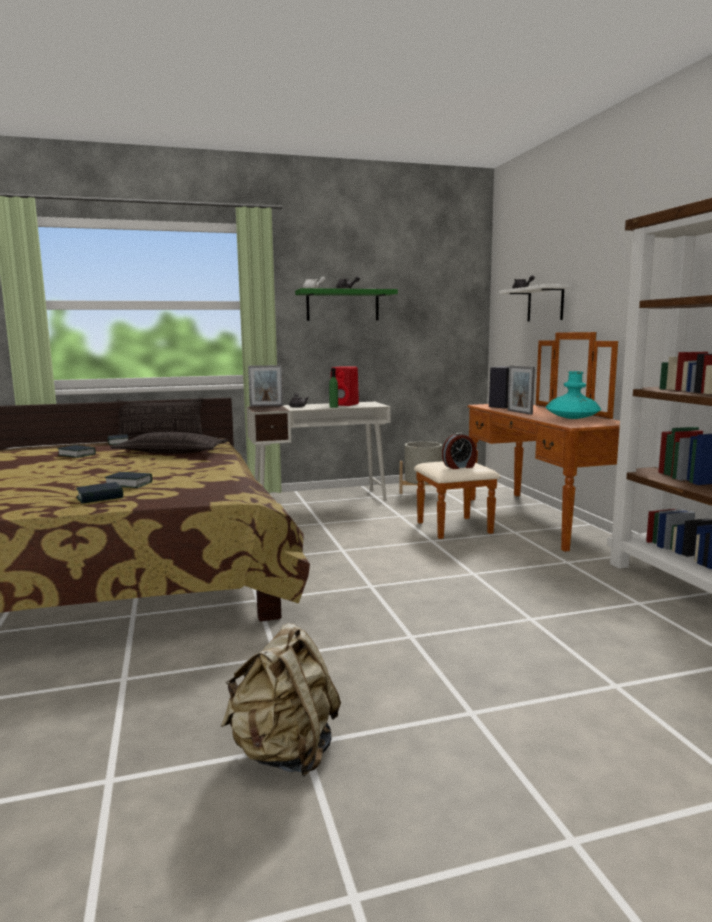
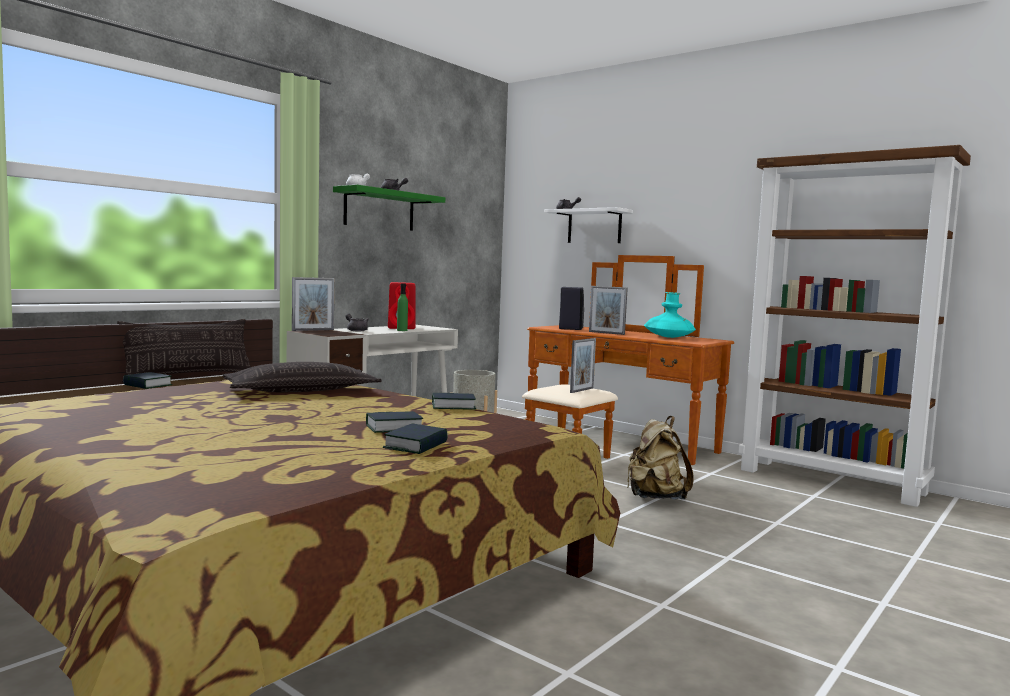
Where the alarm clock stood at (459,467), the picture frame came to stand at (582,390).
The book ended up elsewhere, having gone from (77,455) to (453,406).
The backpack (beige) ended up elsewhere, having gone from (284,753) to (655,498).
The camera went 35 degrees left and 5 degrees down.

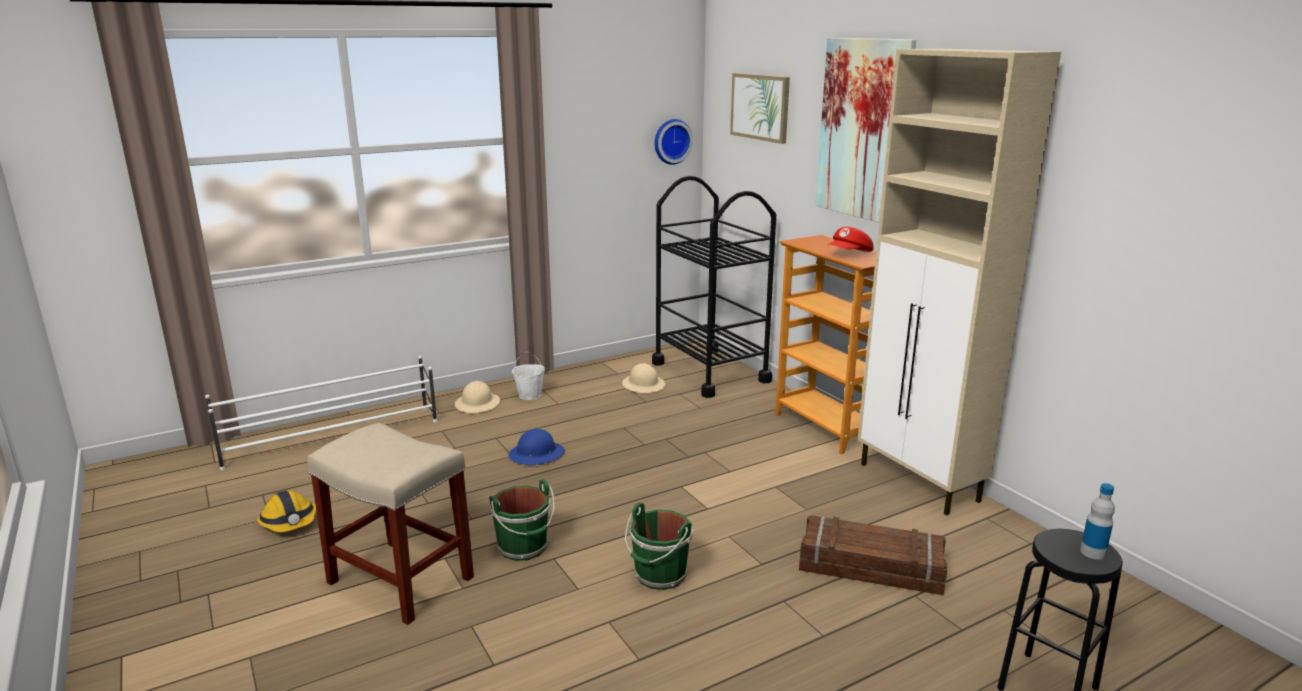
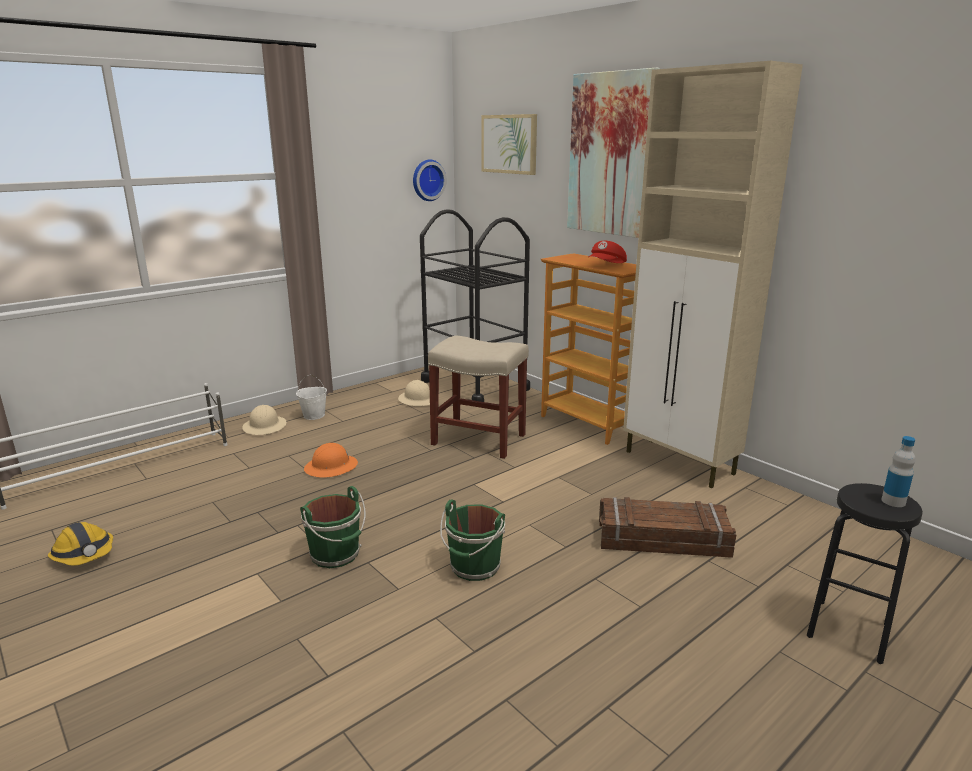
The stool (beige) ended up elsewhere, having gone from (402,580) to (480,439).
What was the hard hat (blue) at (536,455) turned into the hard hat (orange) at (331,467).
The camera went 10 degrees left and 0 degrees up.

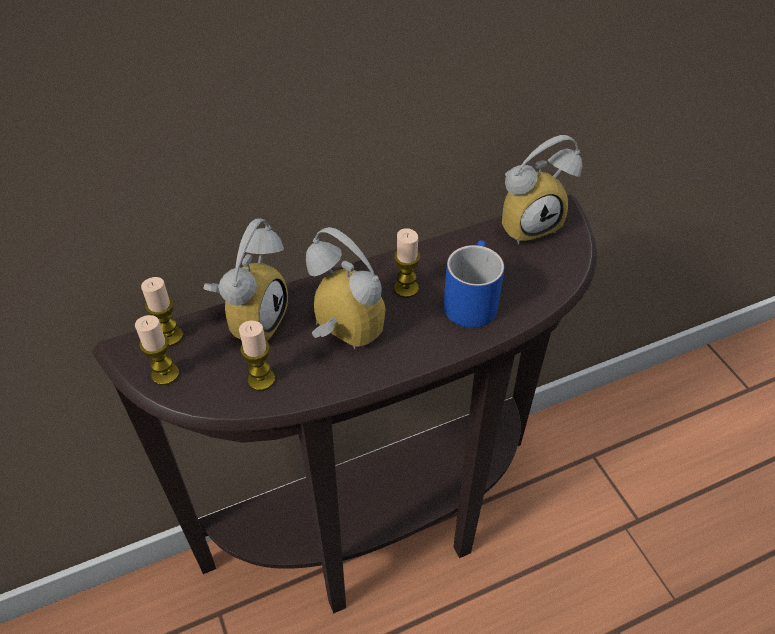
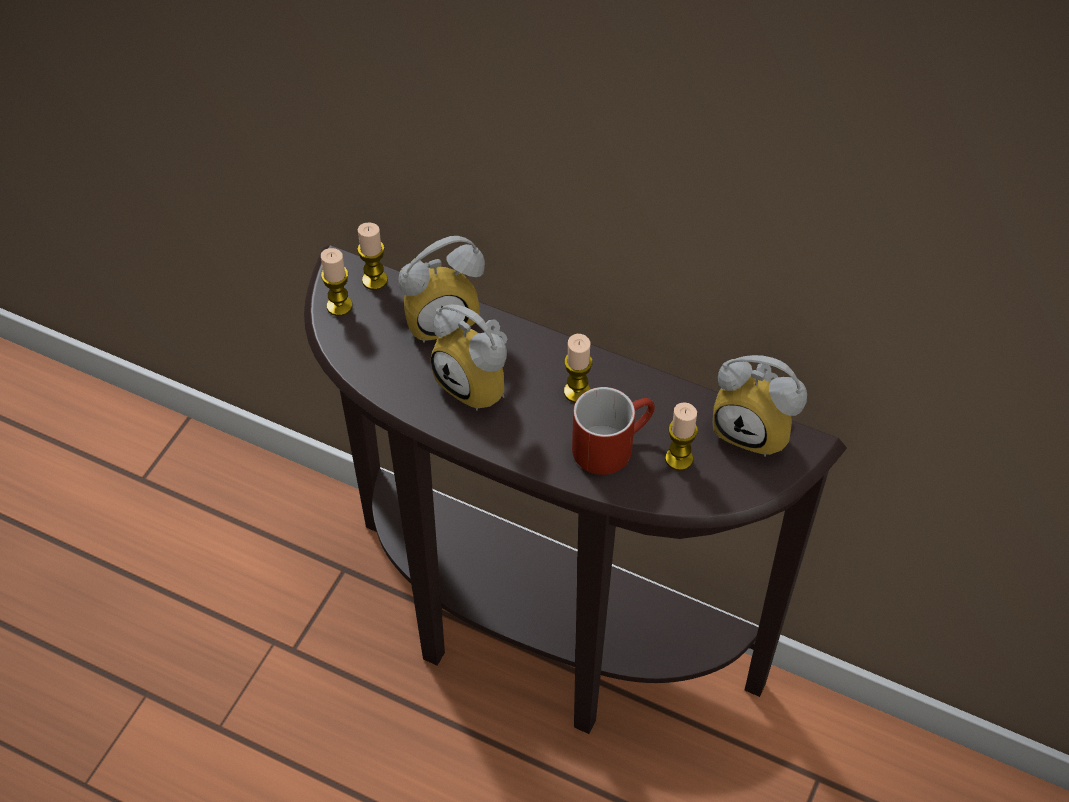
The alarm clock at (339,335) ended up facing another way, 135 degrees clockwise from before.
What was the mug (blue) at (470,299) turned into the mug (red) at (612,444).
The candle ended up elsewhere, having gone from (261,379) to (679,459).
The camera went 50 degrees right and 5 degrees up.

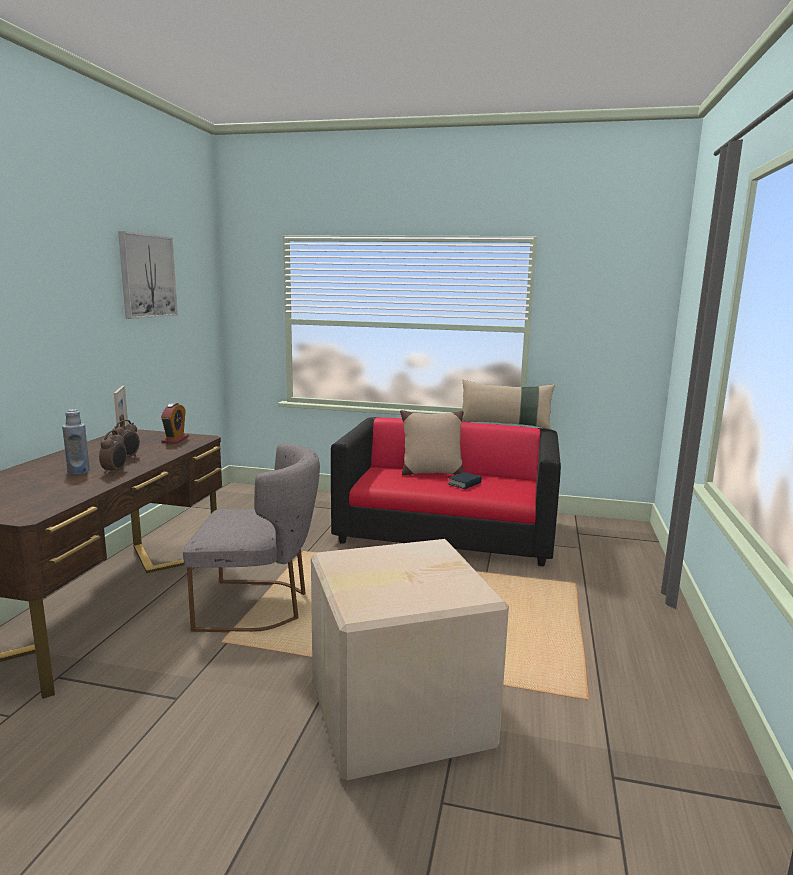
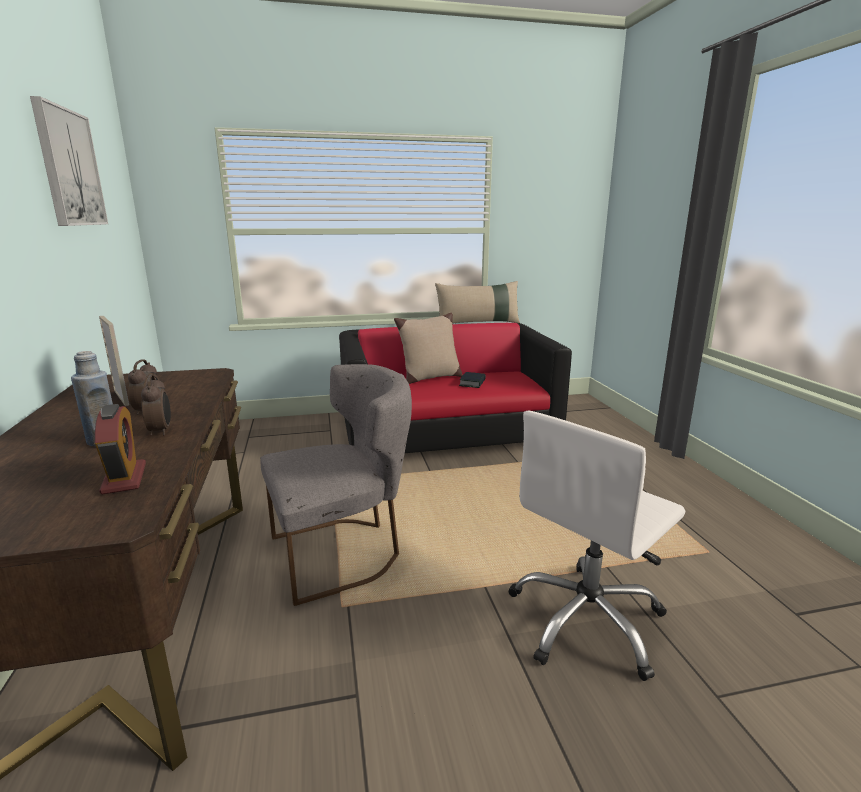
The alarm clock ended up elsewhere, having gone from (175,440) to (124,478).
Where the cardboard box stood at (396,712), the office chair (white) came to stand at (586,620).
The camera went 25 degrees left and 5 degrees up.

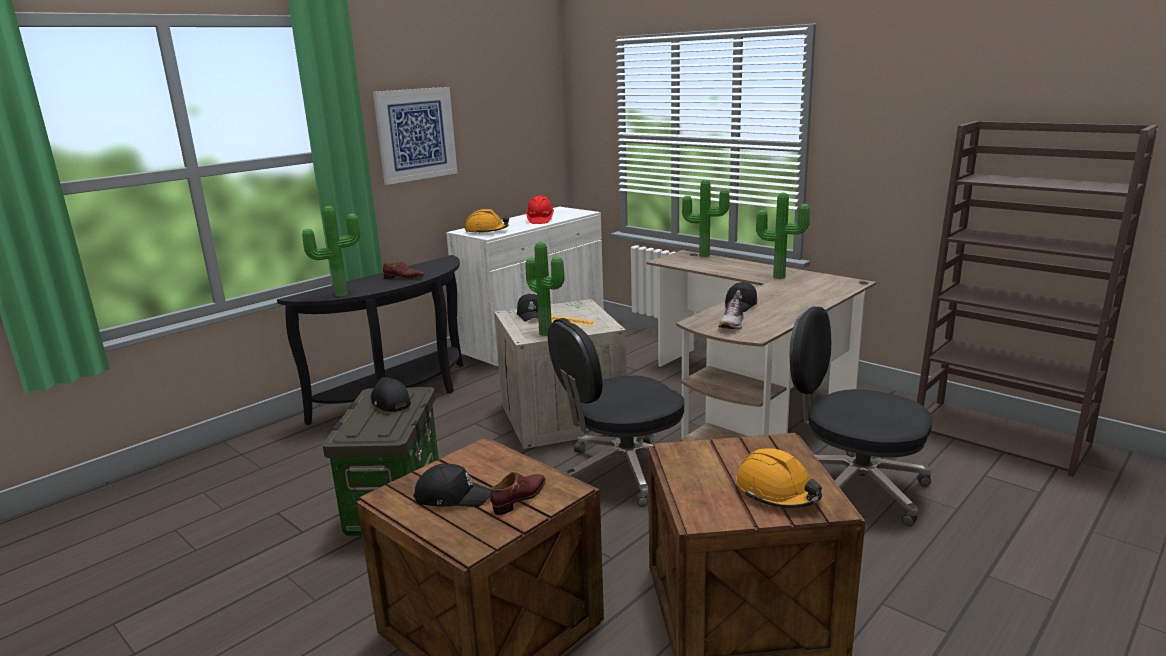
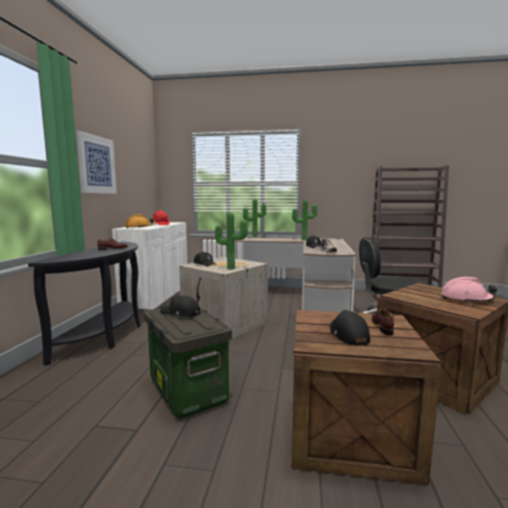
The second view lost the potted plant at (340,294).
The second view lost the office chair (black) at (622,471).
What was the hard hat (orange) at (777,492) turned into the hard hat (pink) at (466,299).
The cap (black) at (452,496) ended up facing another way, 75 degrees counterclockwise from before.
The camera went 35 degrees left and 10 degrees down.

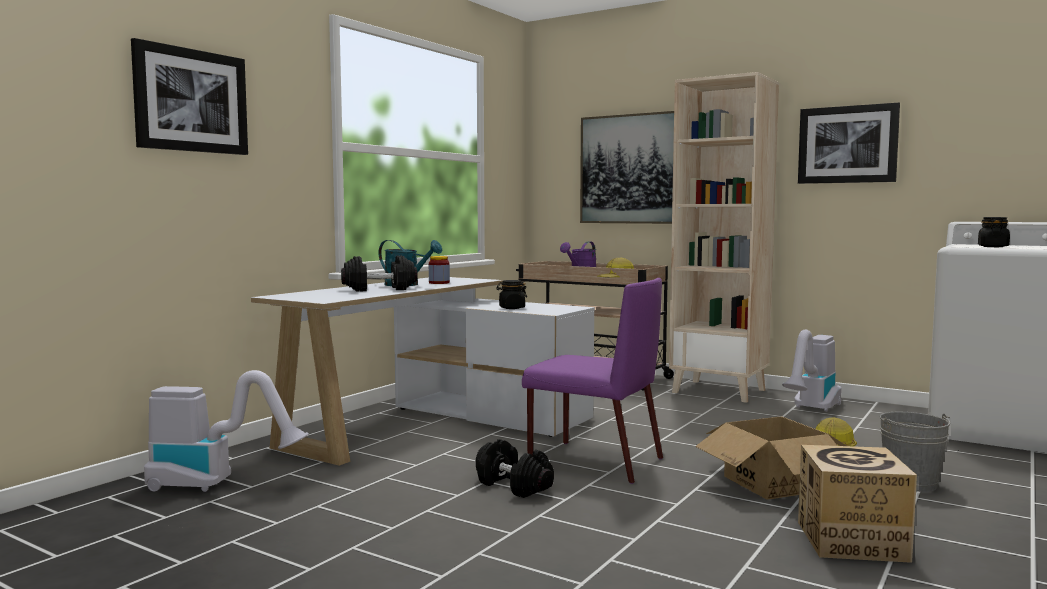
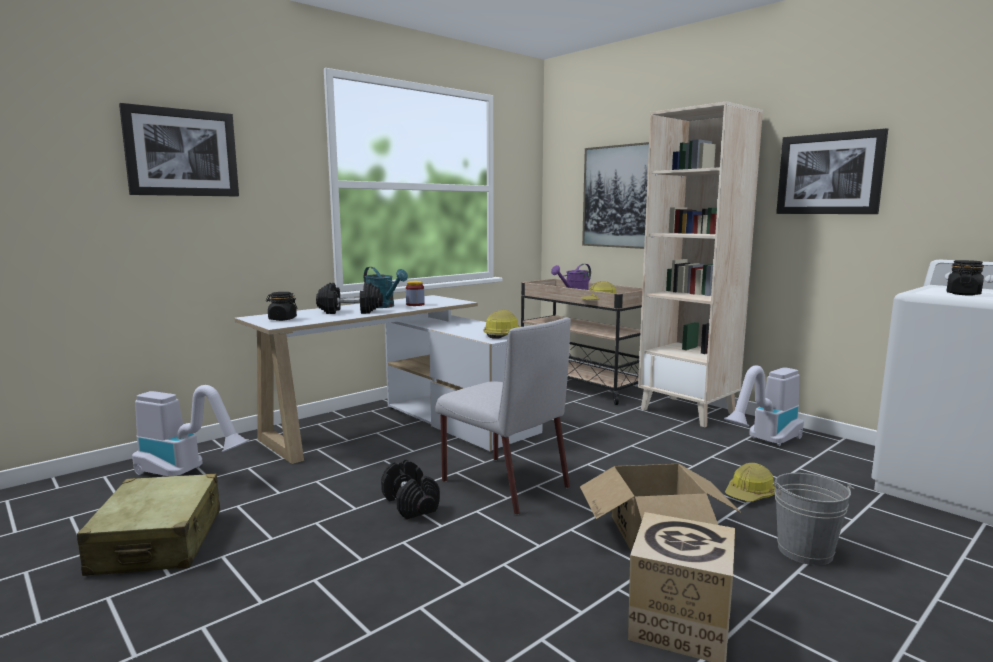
What was the chair (purple) at (593,461) turned into the chair (grey) at (503,483).
The jar (black) ended up elsewhere, having gone from (511,308) to (282,319).
The second view gained the hard hat at (504,335).
The second view gained the suitcase (beige) at (158,542).
The camera went 15 degrees right and 5 degrees up.

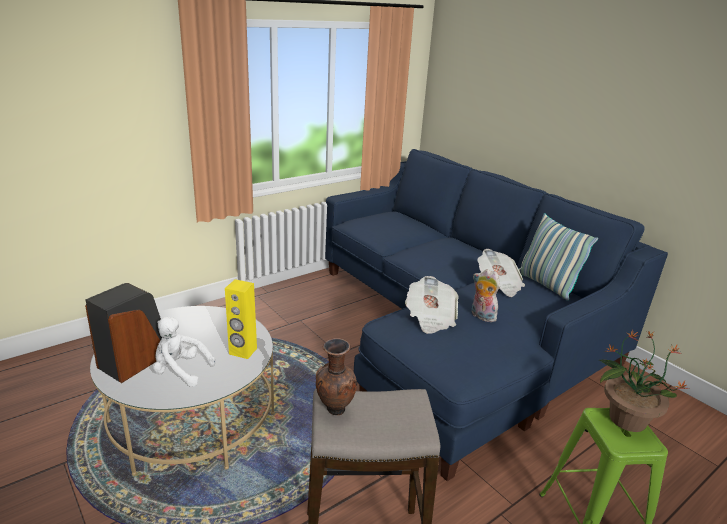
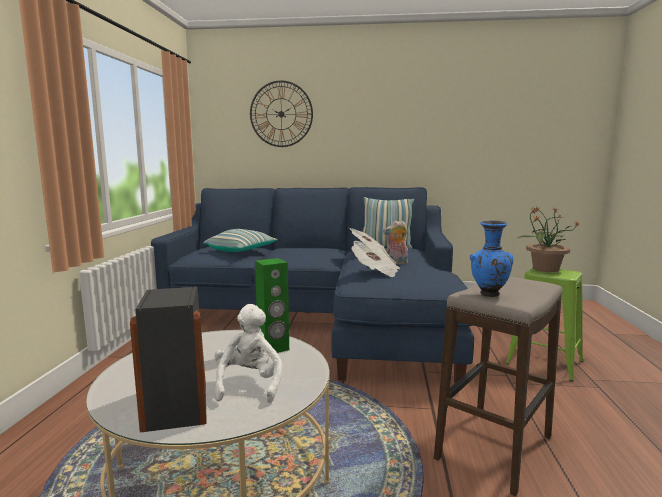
What was the speaker (yellow) at (242,351) turned into the speaker (green) at (273,348).
The plush toy (white) at (180,371) ended up facing another way, 120 degrees clockwise from before.
What was the vase (brown) at (334,409) turned into the vase (blue) at (488,295).
The second view gained the wall clock at (281,114).
The second view gained the pillow at (241,251).
The camera went 45 degrees left and 15 degrees down.

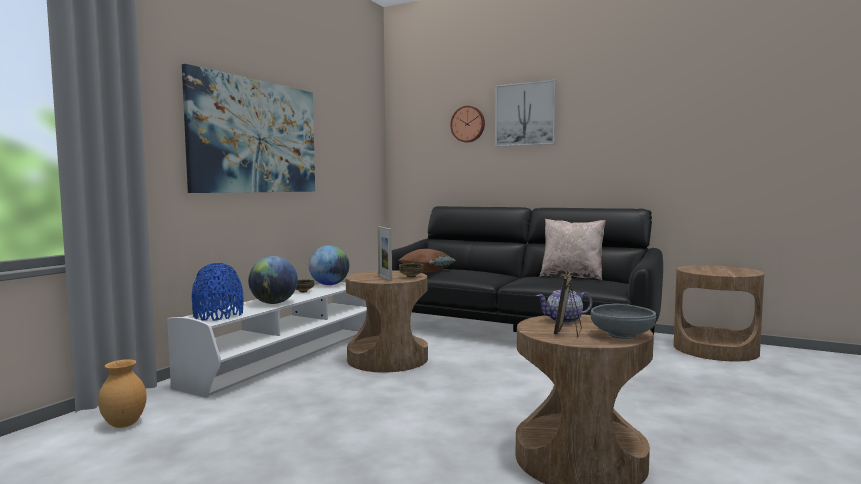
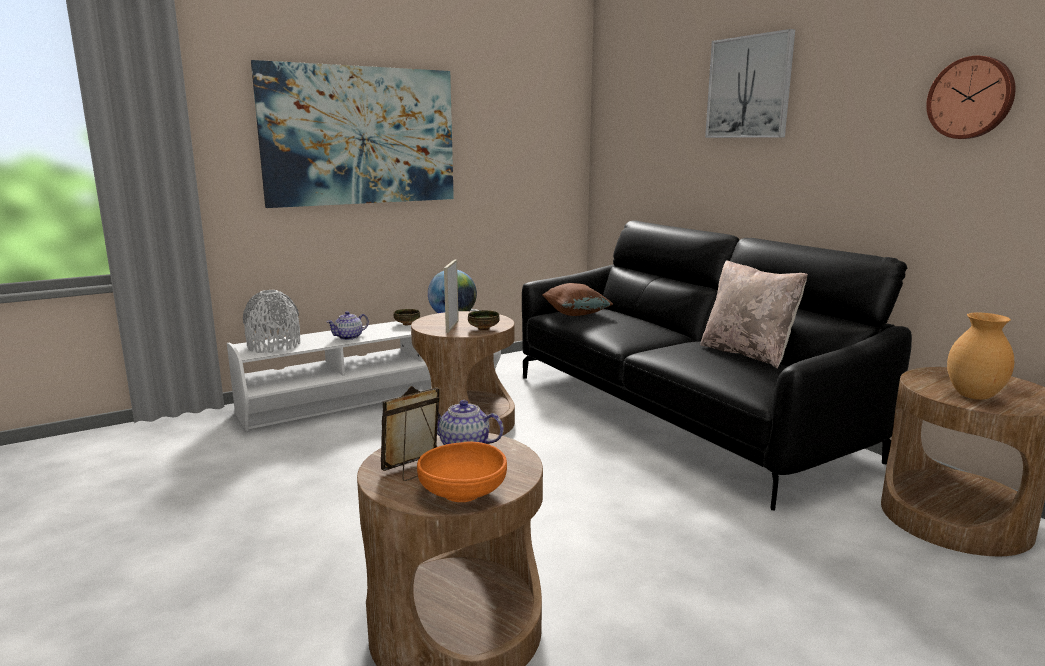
The wall clock ended up elsewhere, having gone from (468,124) to (971,98).
Where the globe stood at (274,303), the teapot came to stand at (349,337).
What was the vase (blue) at (218,315) turned into the vase (grey) at (274,346).
What was the bowl (grey) at (622,335) turned into the bowl (orange) at (463,493).
The vase (brown) ended up elsewhere, having gone from (123,424) to (973,396).
The camera went 30 degrees right and 10 degrees up.

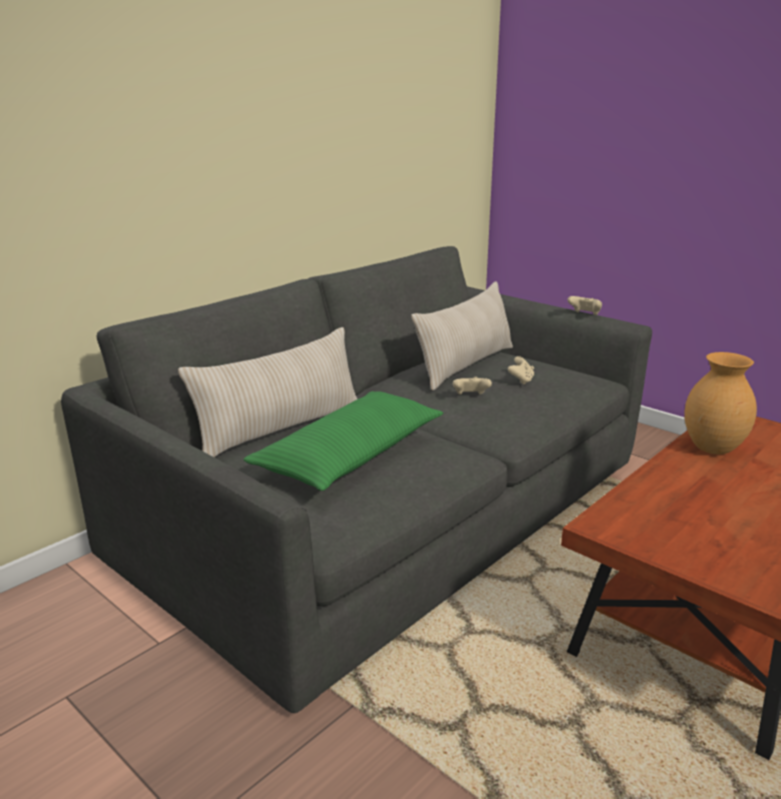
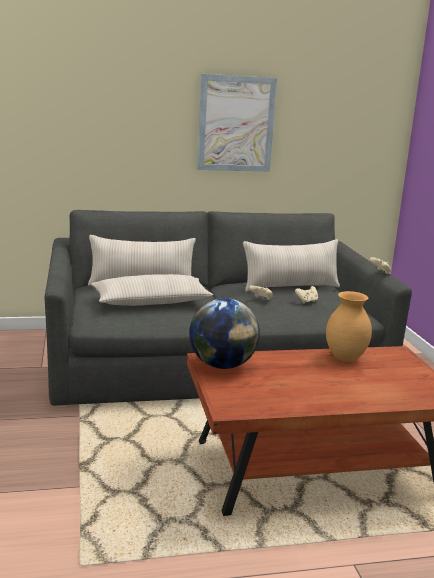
What was the pillow (green) at (350,456) turned into the pillow (beige) at (151,302).
The second view gained the picture at (236,124).
The second view gained the globe at (222,365).
The camera went 35 degrees right and 5 degrees down.

